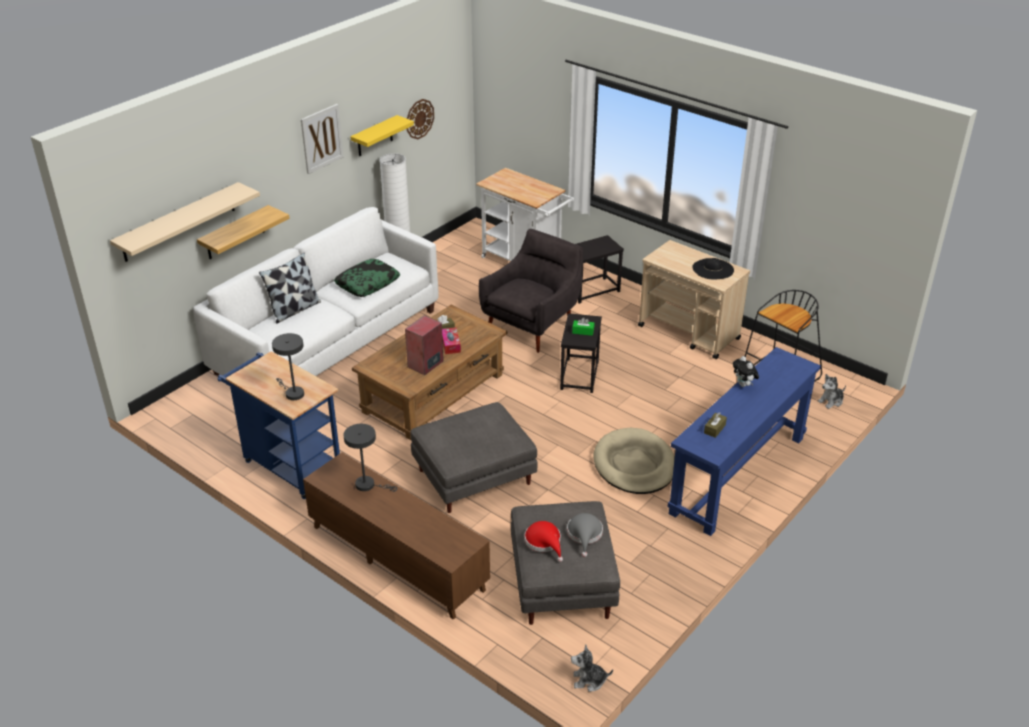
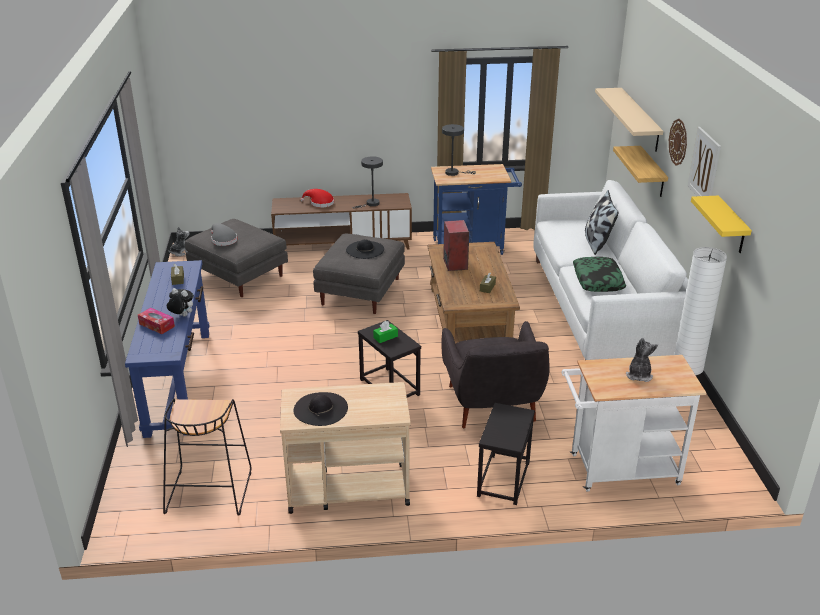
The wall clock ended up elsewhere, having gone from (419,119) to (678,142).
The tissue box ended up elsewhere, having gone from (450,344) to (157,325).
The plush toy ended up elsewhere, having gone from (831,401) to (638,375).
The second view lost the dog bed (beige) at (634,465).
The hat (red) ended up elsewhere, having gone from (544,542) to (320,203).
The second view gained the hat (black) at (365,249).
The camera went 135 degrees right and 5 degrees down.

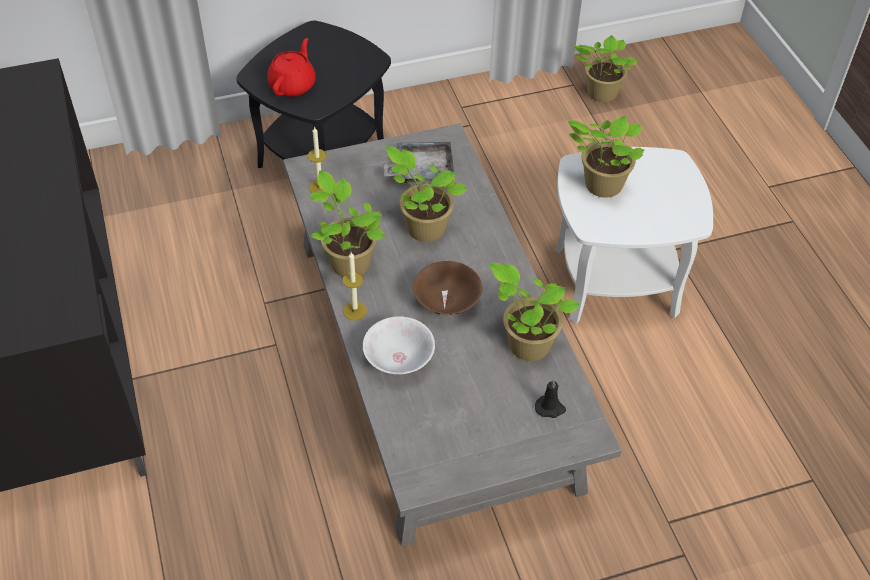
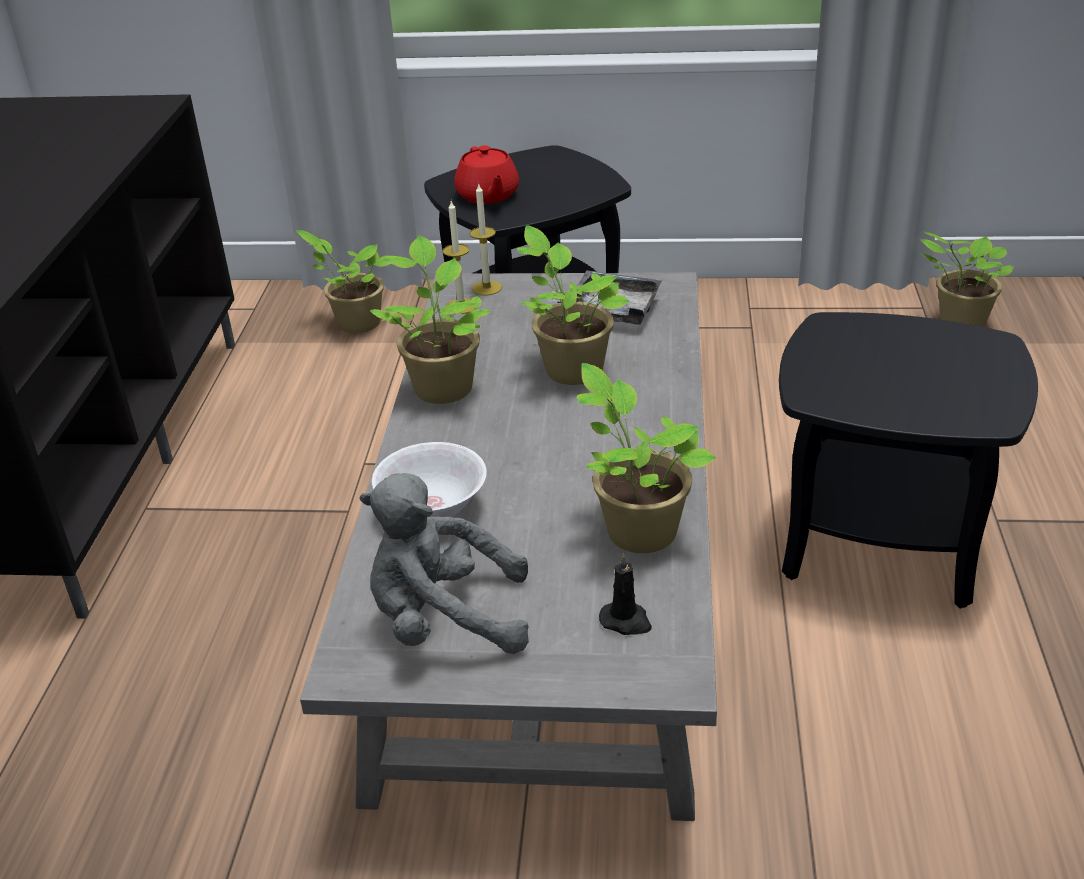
The teapot (red) at (293,85) ended up facing another way, 120 degrees clockwise from before.
The potted plant ended up elsewhere, having gone from (600,185) to (355,323).
What was the side table (white) at (615,282) turned into the side table (black) at (880,541).
The candle ended up elsewhere, having gone from (355,311) to (487,288).
The second view lost the bowl (brown) at (447,302).
The second view gained the plush toy (grey) at (444,620).
The camera went 25 degrees right and 15 degrees down.

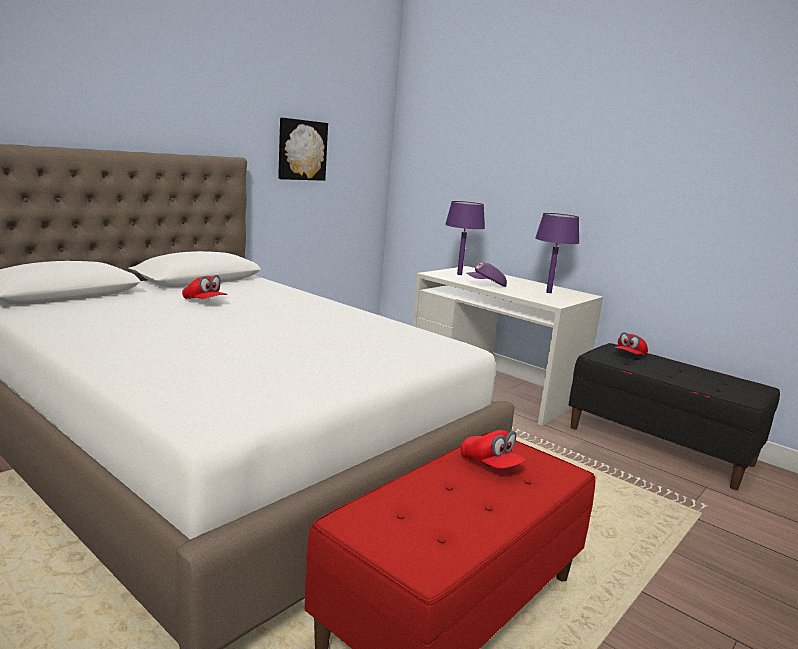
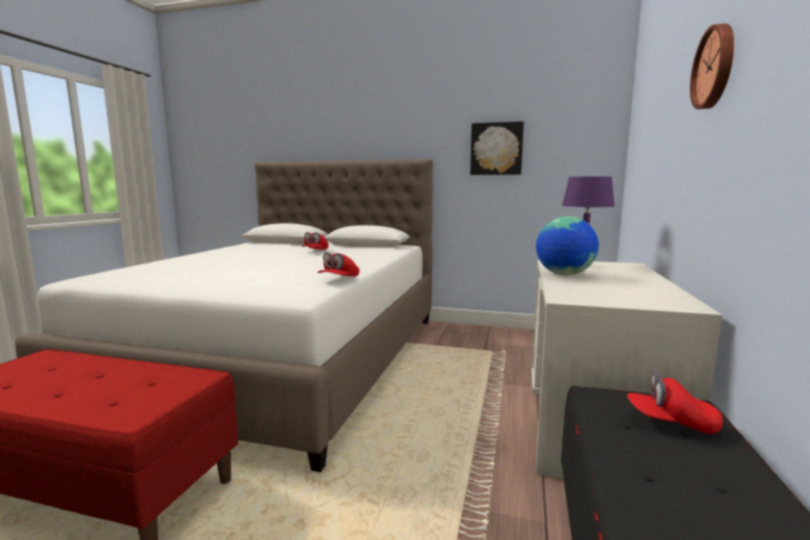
The second view lost the table lamp (purple) at (549,292).
Where the cap (purple) stood at (486,285), the globe came to stand at (564,274).
The cap (red) ended up elsewhere, having gone from (491,464) to (339,279).
The second view gained the wall clock at (715,67).
The camera went 65 degrees right and 5 degrees down.

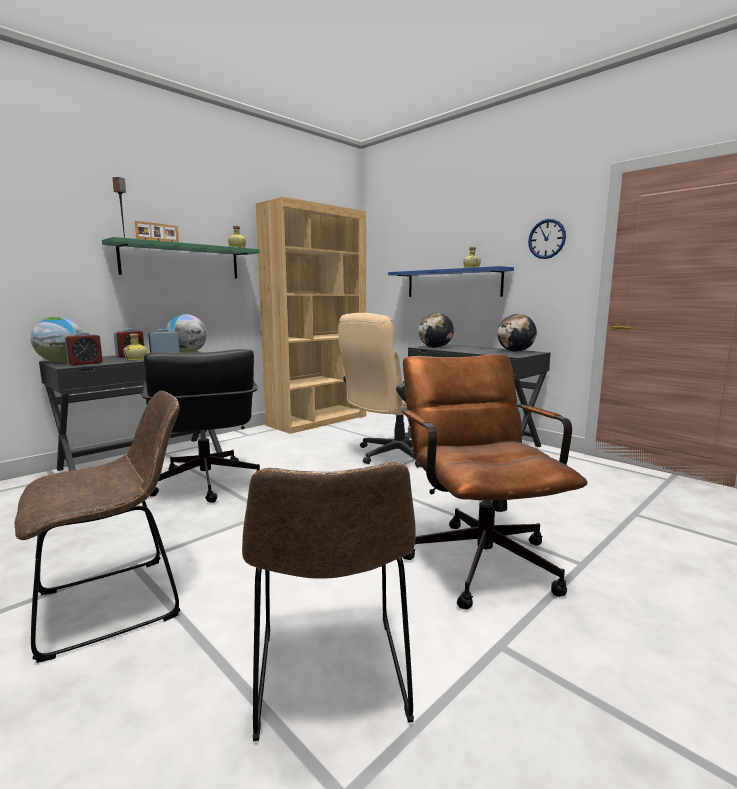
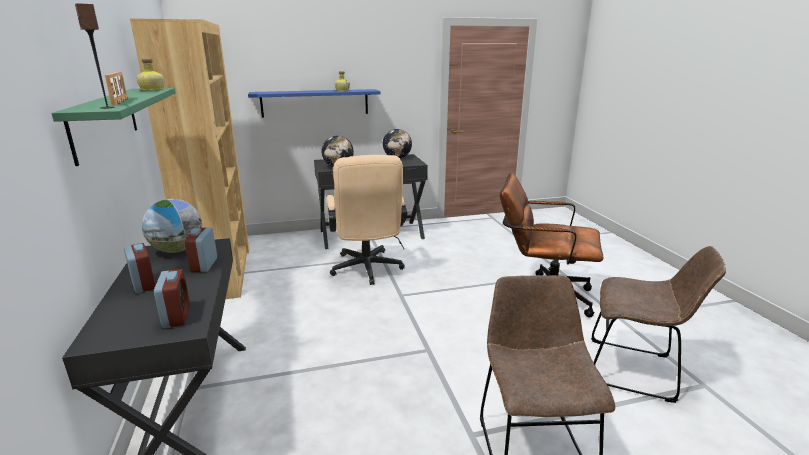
The second view lost the wall clock at (546,239).
The second view lost the globe at (61,361).
The second view lost the bottle at (137,359).
The second view lost the office chair (black) at (207,486).
The camera went 60 degrees left and 10 degrees up.

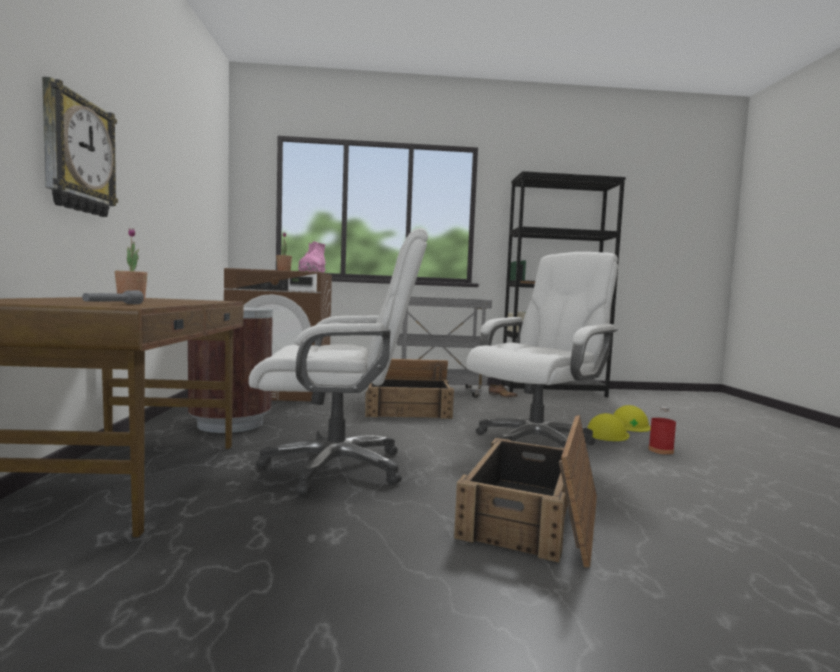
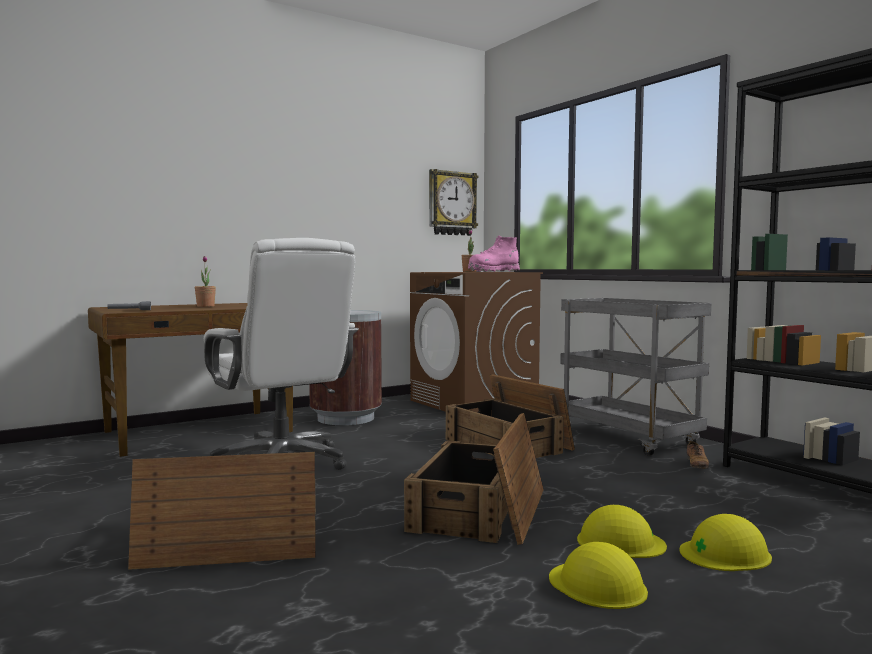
The wall clock ended up elsewhere, having gone from (77,155) to (452,203).
Where the office chair (white) stood at (535,443), the crate came to stand at (481,510).
Where the bottle (red) stood at (661,450), the hard hat (yellow) came to stand at (597,585).
The camera went 60 degrees right and 0 degrees up.

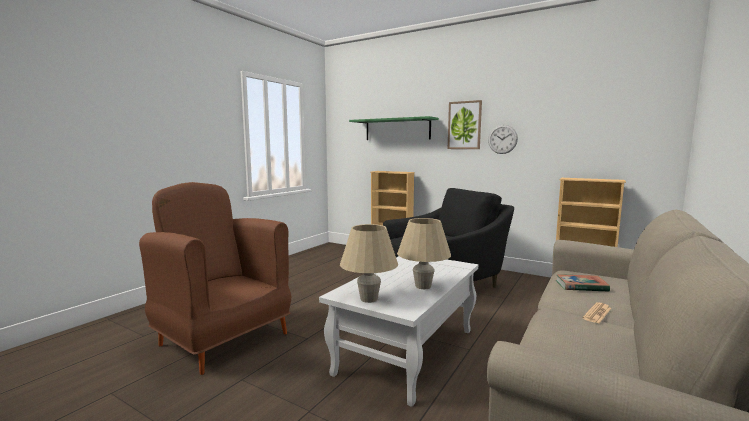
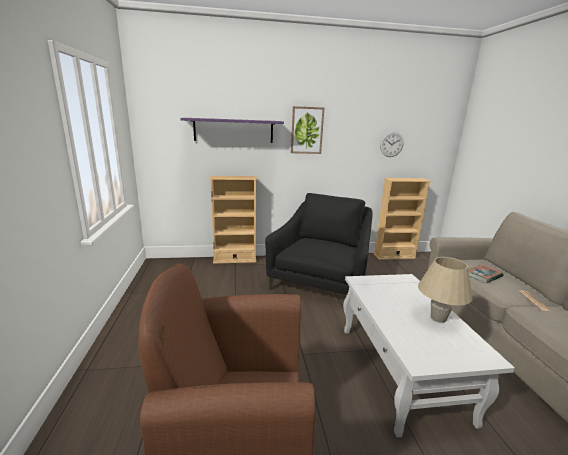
What was the shelf (green) at (397,129) turned into the shelf (purple) at (233,130).
The wall clock ended up elsewhere, having gone from (502,139) to (391,144).
The second view lost the table lamp (beige) at (368,299).
The camera went 40 degrees left and 10 degrees up.

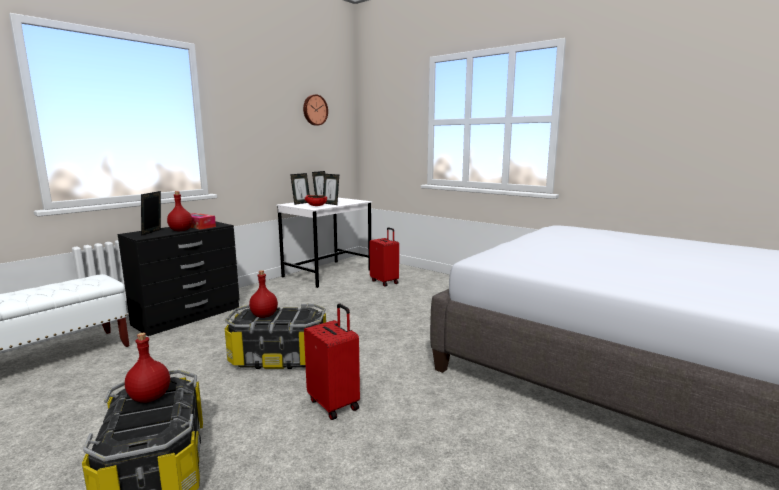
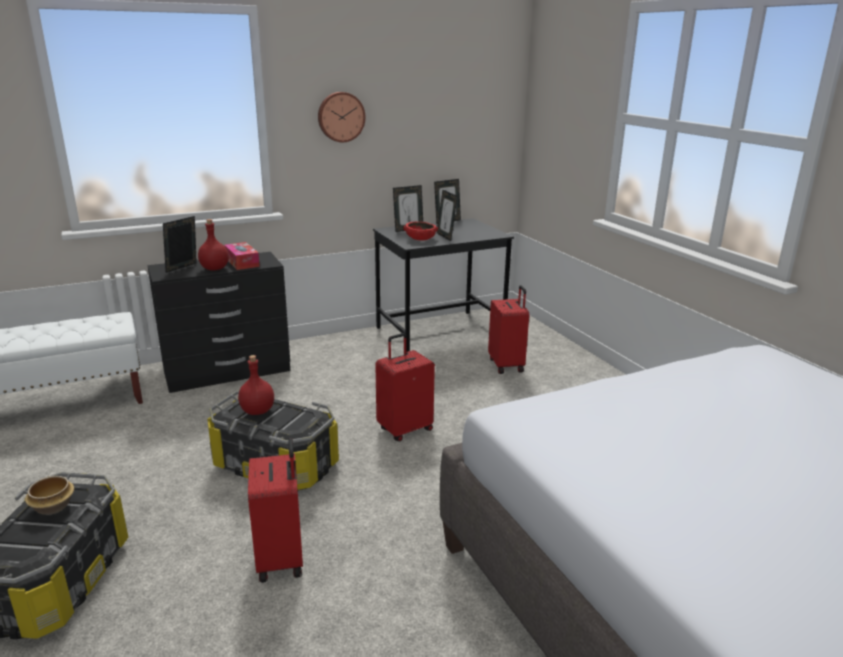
The wall clock ended up elsewhere, having gone from (314,110) to (340,117).
What was the desk (white) at (327,273) turned into the desk (black) at (440,333).
Where the bottle (red) stood at (149,397), the bowl came to stand at (54,506).
The second view gained the suitcase (red) at (404,429).
The camera went 25 degrees right and 10 degrees up.

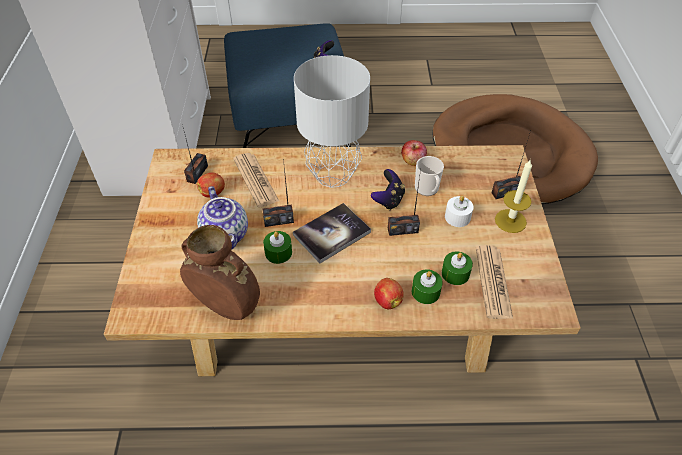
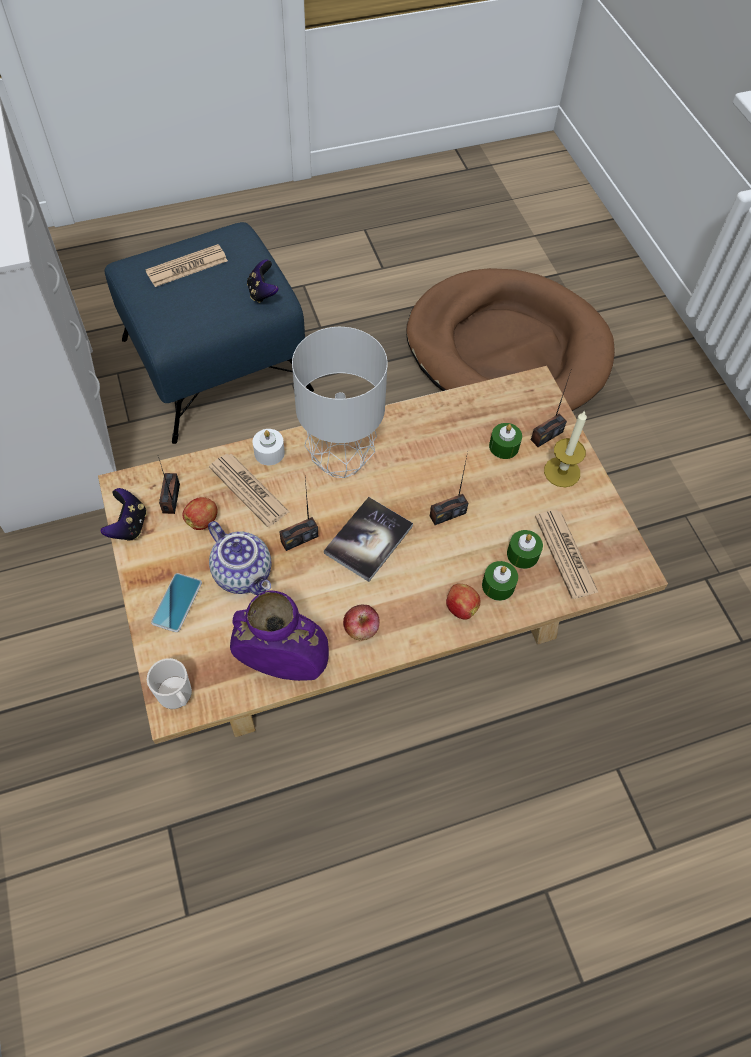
The apple ended up elsewhere, having gone from (413,161) to (361,629).
The mug ended up elsewhere, having gone from (428,189) to (177,696).
The game controller ended up elsewhere, having gone from (388,200) to (128,525).
The candle (white) ended up elsewhere, having gone from (457,217) to (269,453).
What was the vase (brown) at (227,306) turned into the vase (purple) at (283,664).
The candle (green) ended up elsewhere, having gone from (278,252) to (504,446).
The second view gained the newspaper at (187,266).
The second view gained the phone at (177,602).
The camera went 20 degrees left and 10 degrees up.

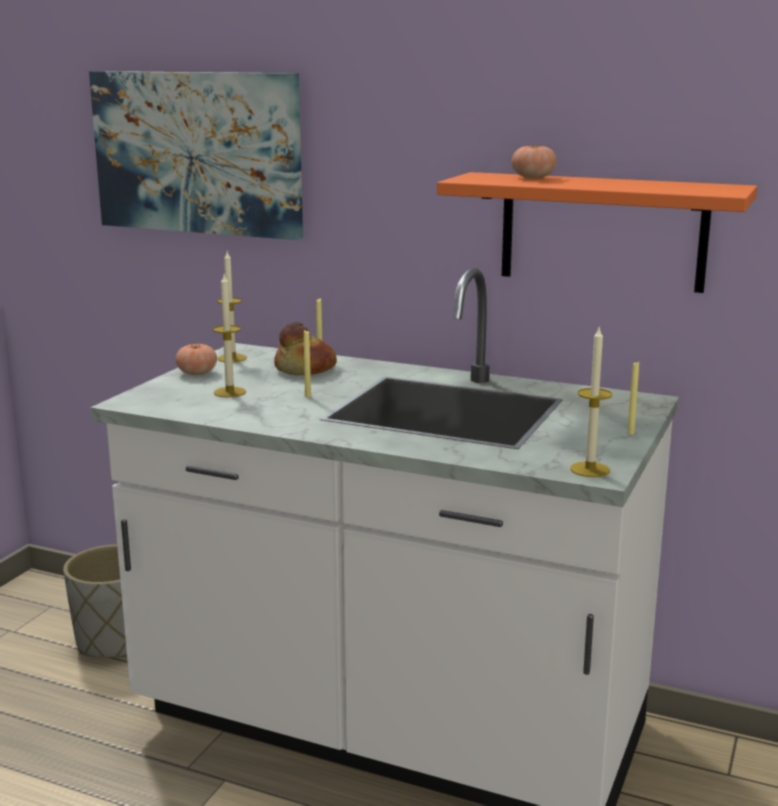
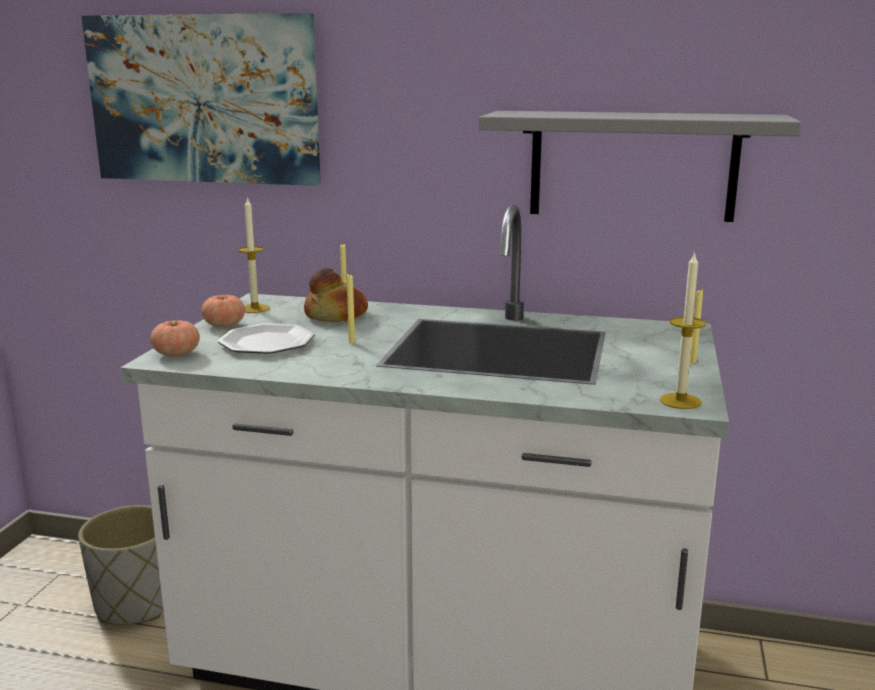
The tomato ended up elsewhere, having gone from (533,177) to (176,354).
What was the shelf (orange) at (602,231) turned into the shelf (grey) at (632,165).
Where the candle stood at (230,392), the plate came to stand at (268,343).
The camera went 10 degrees left and 0 degrees up.

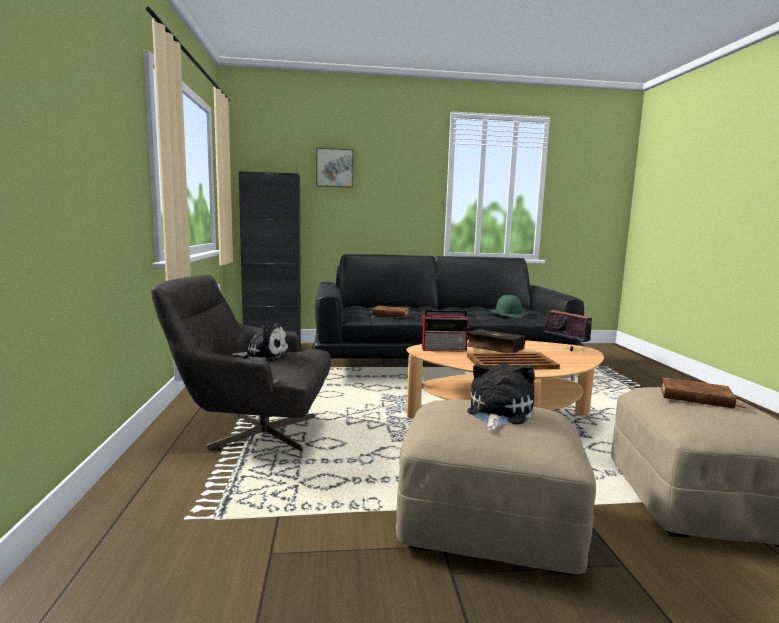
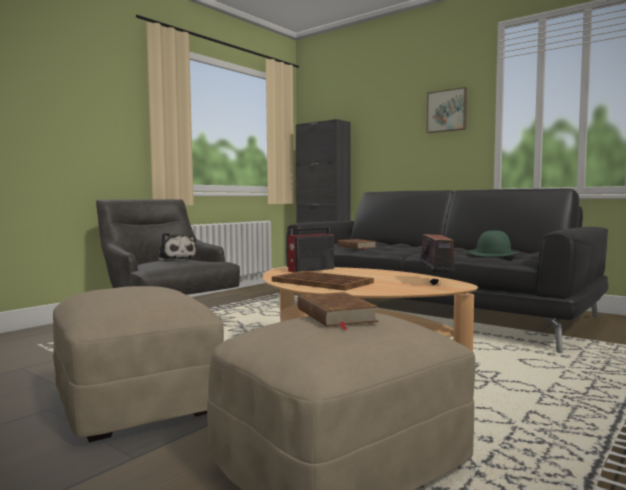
The picture ended up elsewhere, having gone from (334,168) to (447,111).
The radio at (445,349) ended up facing another way, 105 degrees clockwise from before.
The second view lost the book at (494,348).
The second view lost the plush toy at (497,413).
The camera went 45 degrees right and 5 degrees down.

